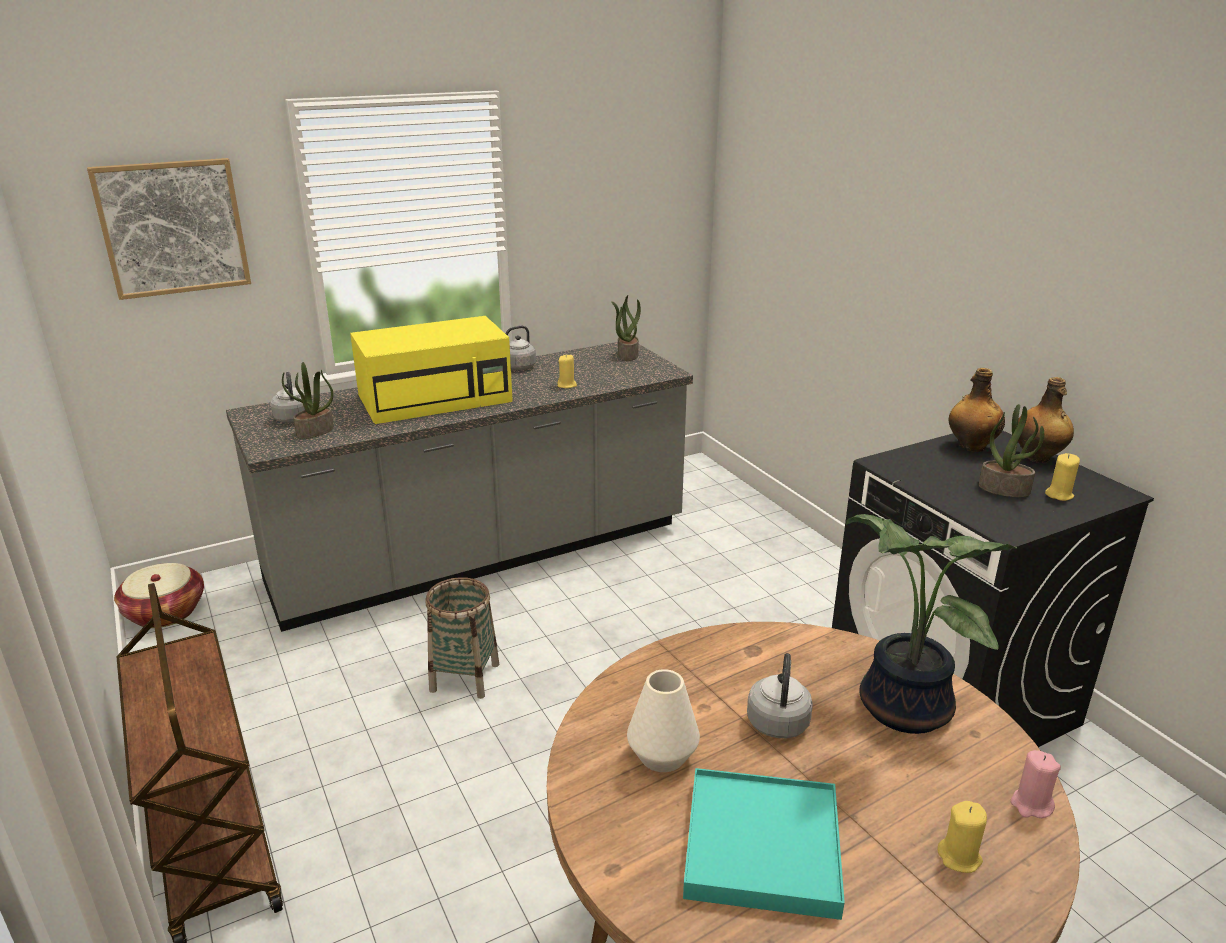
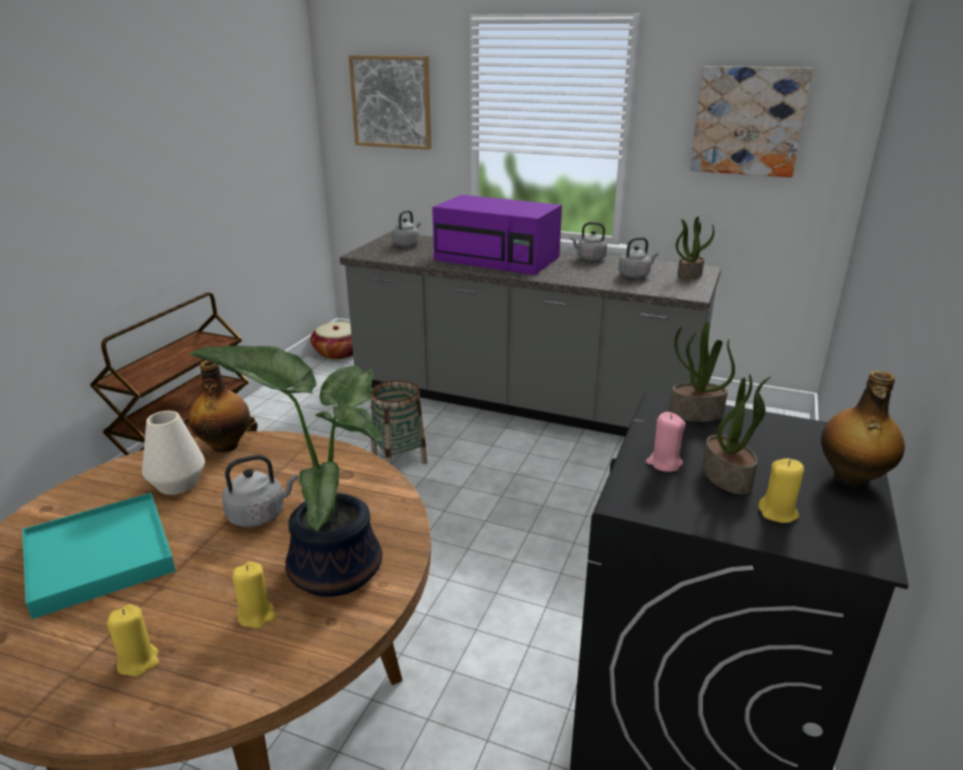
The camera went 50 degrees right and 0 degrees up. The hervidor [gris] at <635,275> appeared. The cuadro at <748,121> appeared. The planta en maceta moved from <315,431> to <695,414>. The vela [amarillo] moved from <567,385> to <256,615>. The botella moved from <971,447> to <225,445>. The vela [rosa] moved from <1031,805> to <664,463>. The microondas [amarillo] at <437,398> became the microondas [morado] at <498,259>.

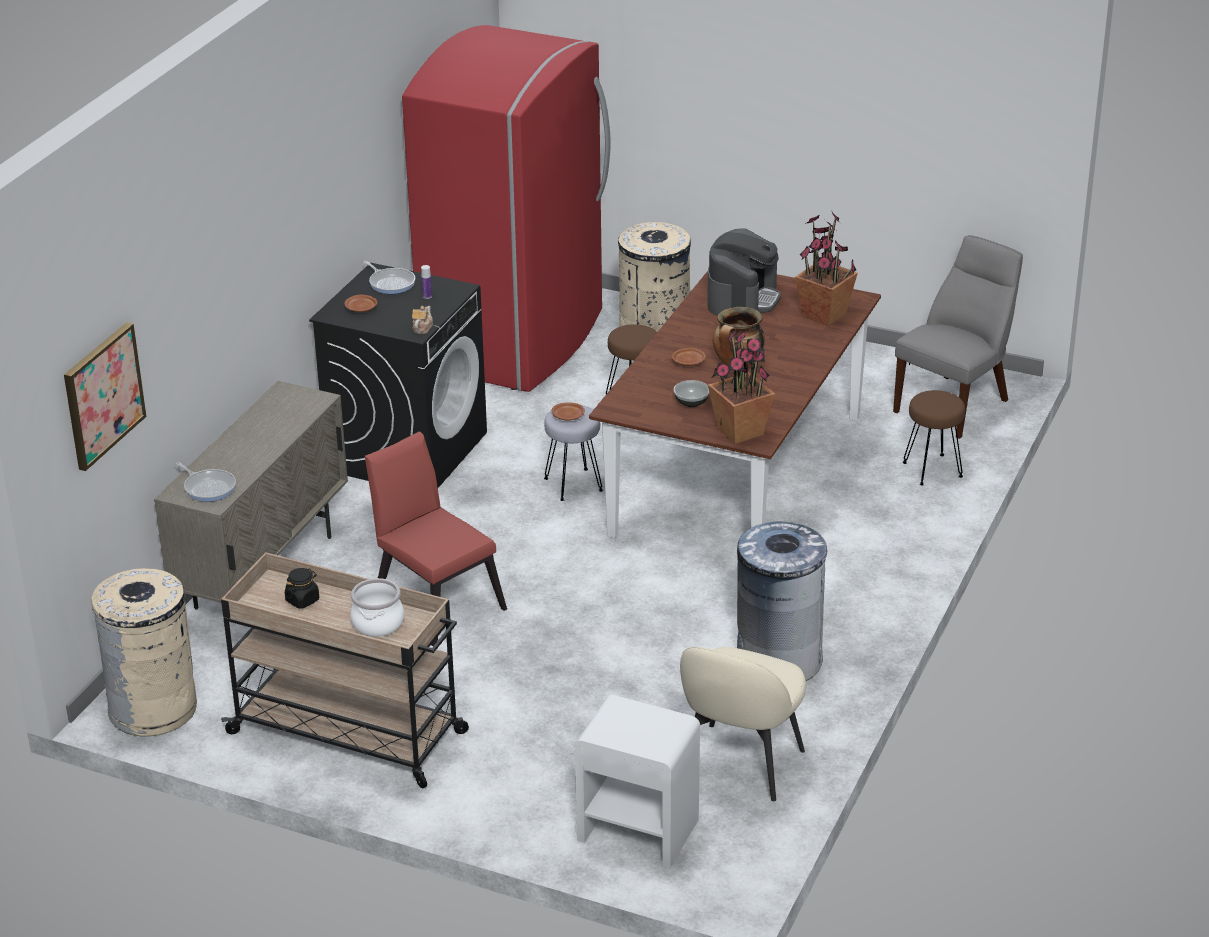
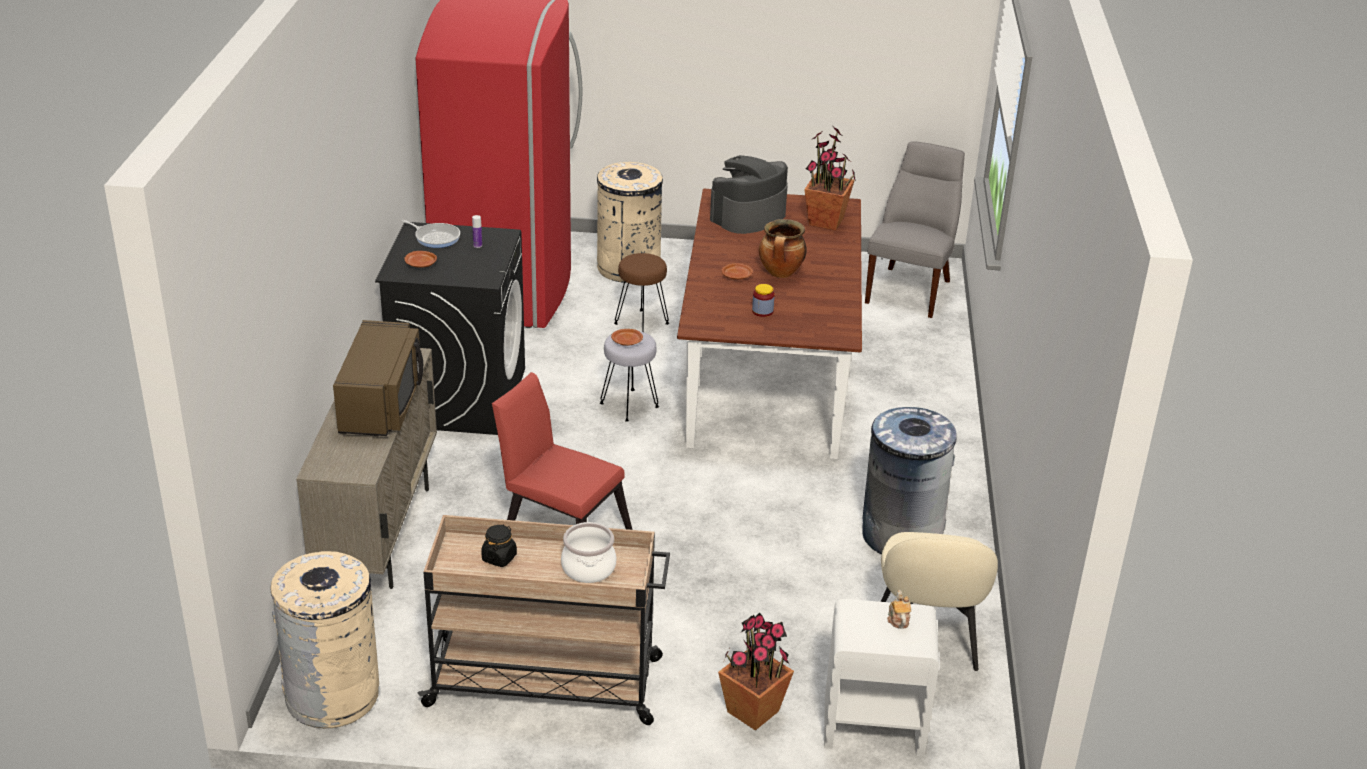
The camera went 20 degrees left and 0 degrees up. The cuadro at <102,395> disappeared. The sartén at <208,487> disappeared. The taburete [marrón] at <932,470> disappeared. The microondas [marrón] at <382,404> appeared. The tetera moved from <422,328> to <898,619>. The planta en maceta moved from <740,431> to <753,711>. The cuenco at <691,402> was replaced by the tarro at <762,311>. The cafetera at <743,299> turned 135 degrees counterclockwise.

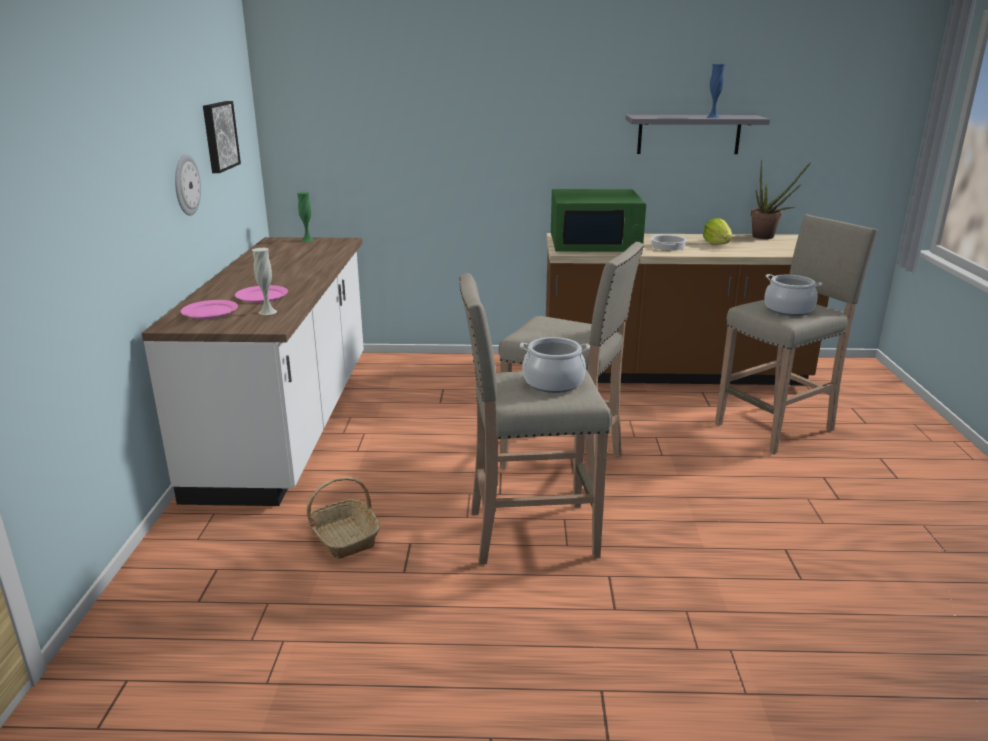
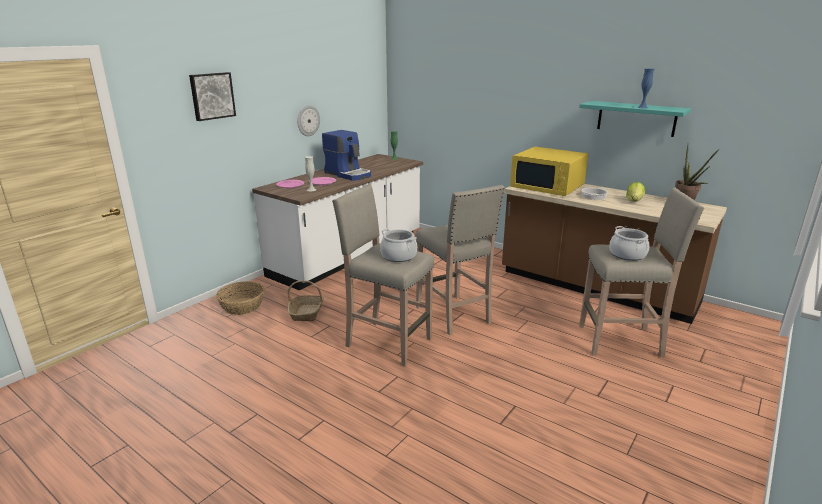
The camera went 35 degrees right and 0 degrees up. The cesta at <243,306> appeared. The cafetera at <348,174> appeared. The cuadro moved from <218,136> to <212,96>. The microondas [verde] at <595,244> became the microondas [amarillo] at <548,186>. The estante [gris] at <688,134> became the estante [turquesa] at <636,118>.

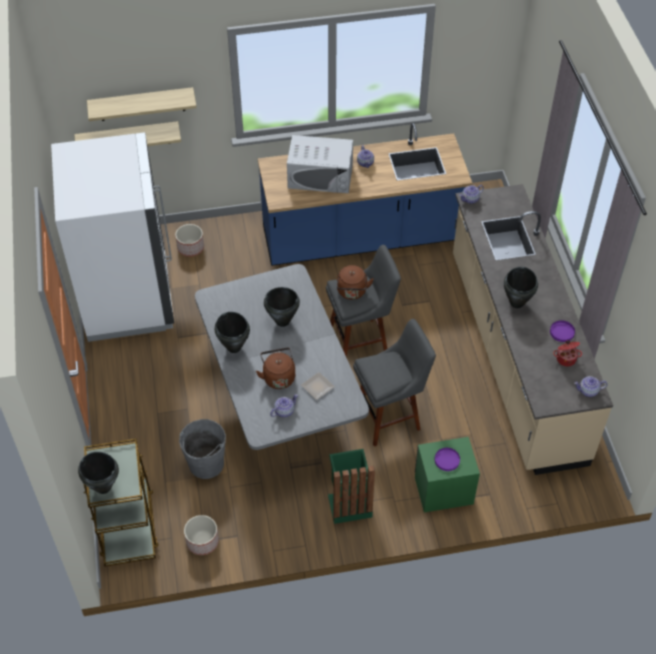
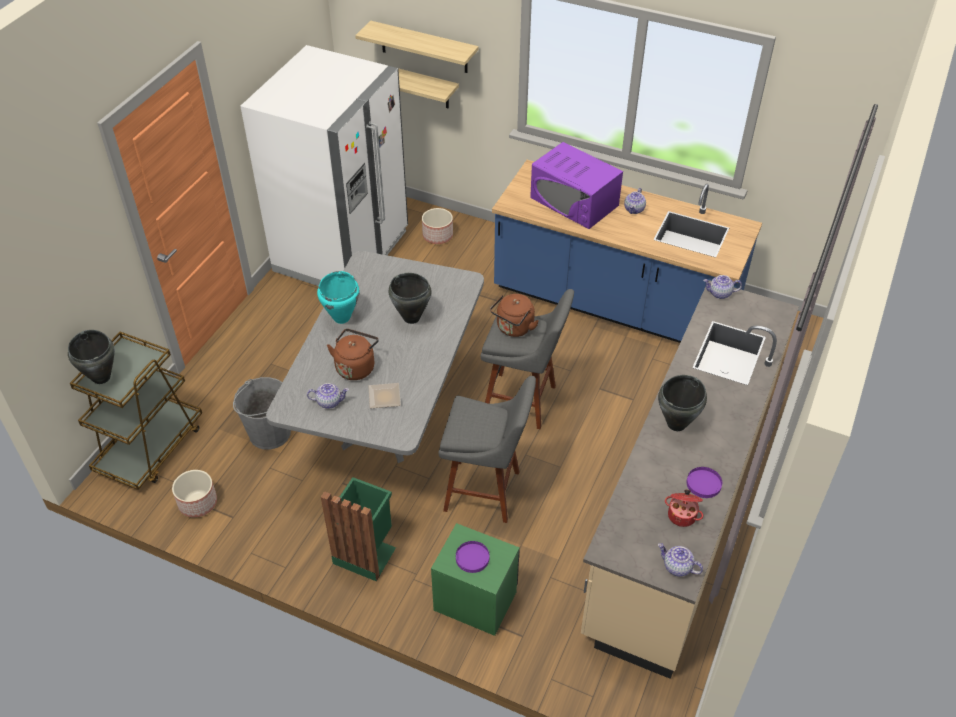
The camera went 35 degrees right and 5 degrees down. The olla [negro] at <234,347> became the olla [turquesa] at <342,317>. The microondas [blanco] at <320,176> became the microondas [morado] at <574,201>.

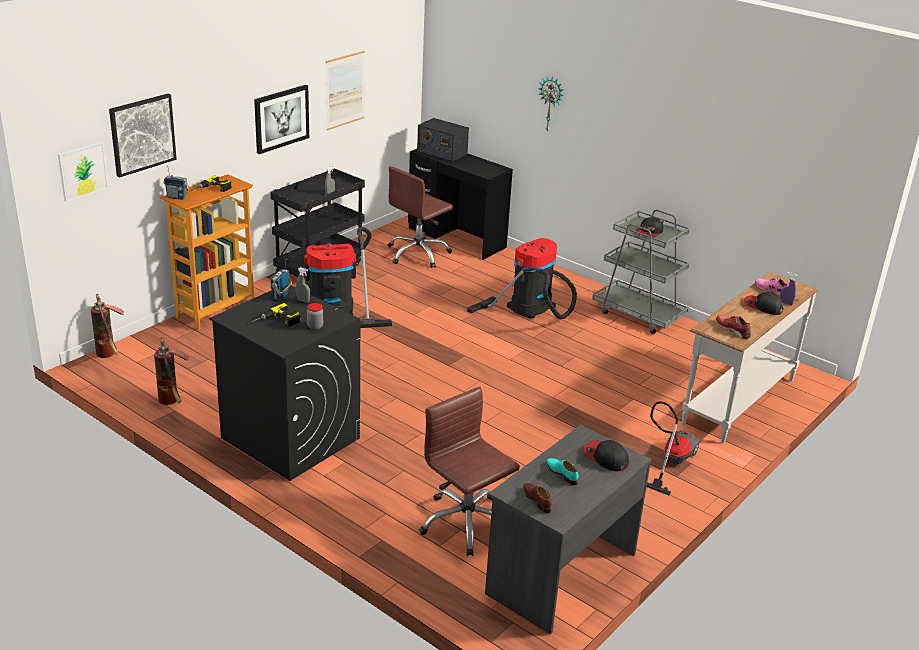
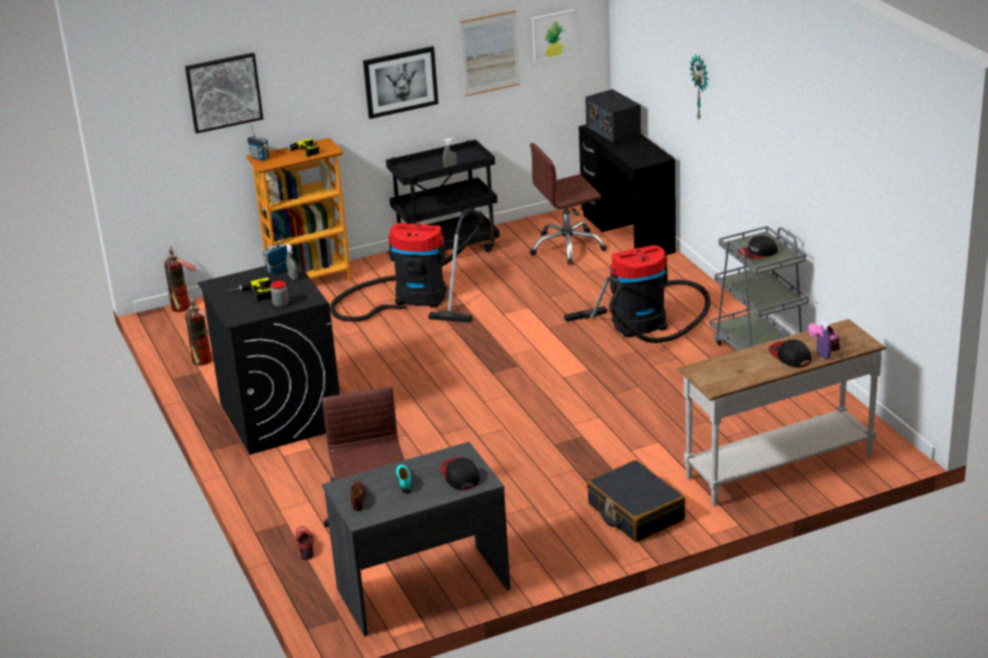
The camera went 30 degrees right and 0 degrees up. The cuadro moved from <82,171> to <553,35>. The zapato [rojo] moved from <733,329> to <305,546>. The aspiradora at <670,462> was replaced by the maleta [negro] at <635,512>.

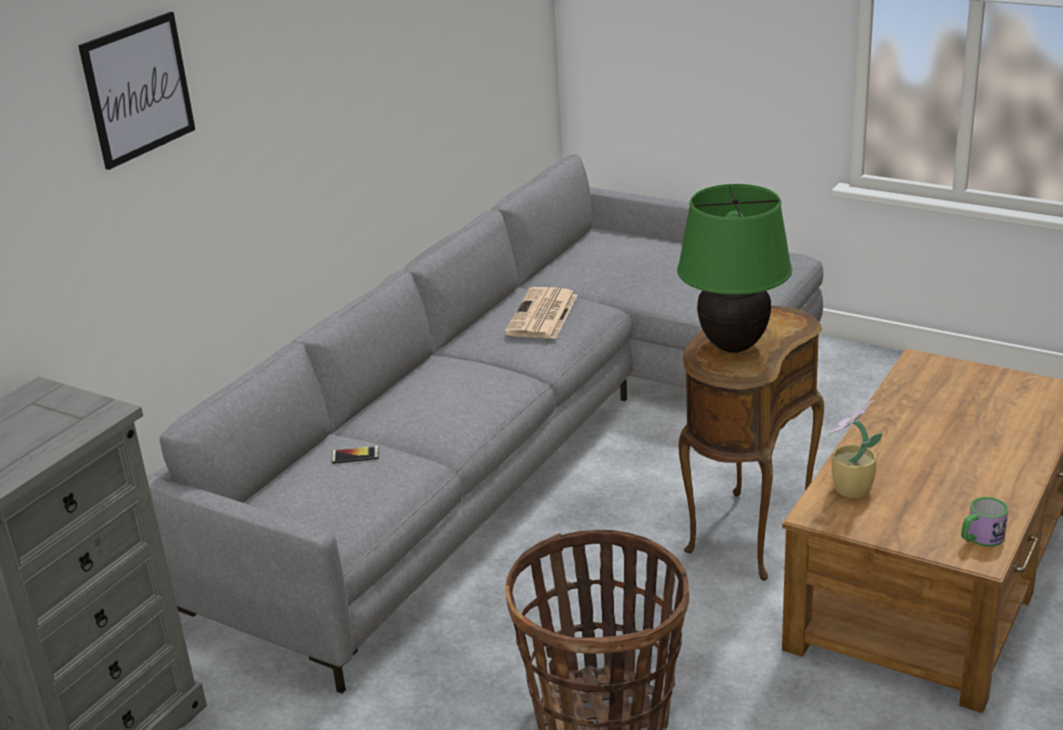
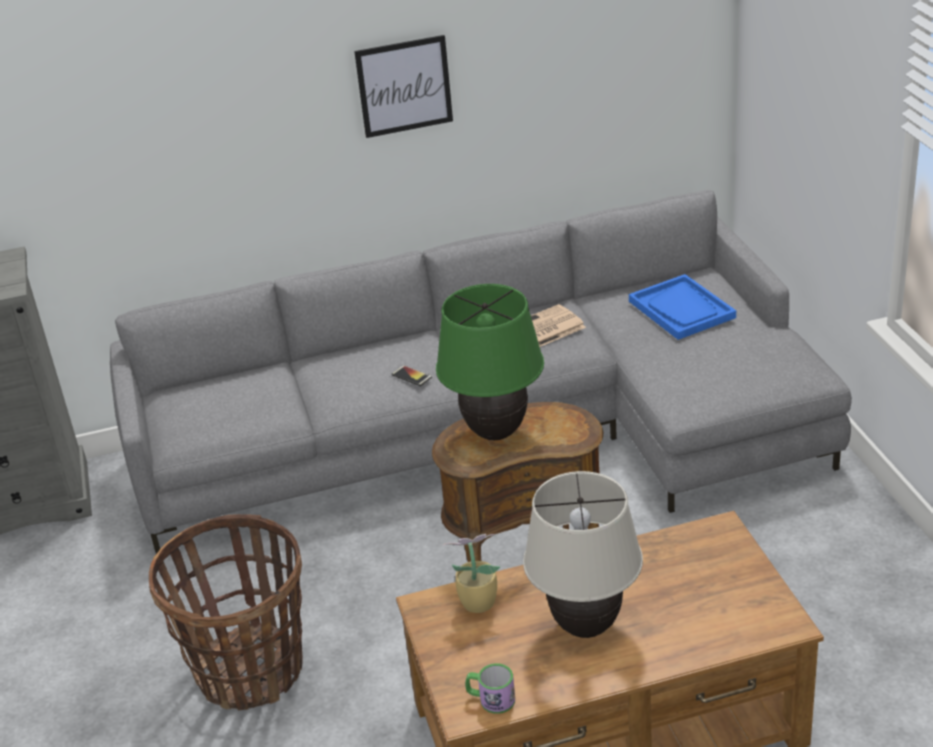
The camera went 45 degrees right and 5 degrees up. The lámpara de mesa [beis] at <586,626> appeared. The bandeja [azul] at <682,309> appeared. The cuadro moved from <138,89> to <404,86>. The móvil moved from <355,455> to <411,376>.

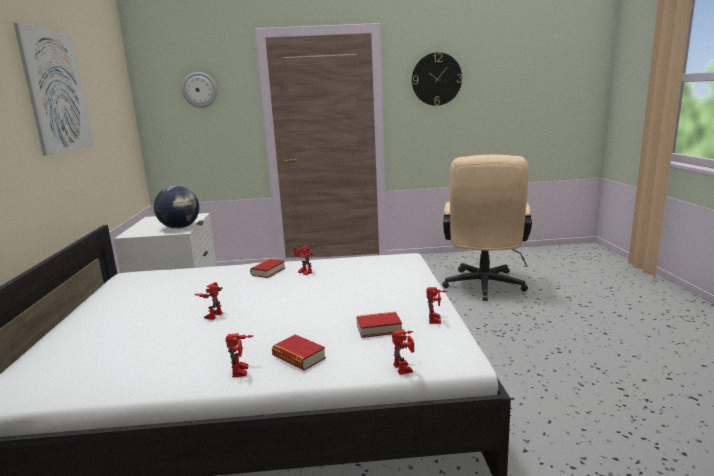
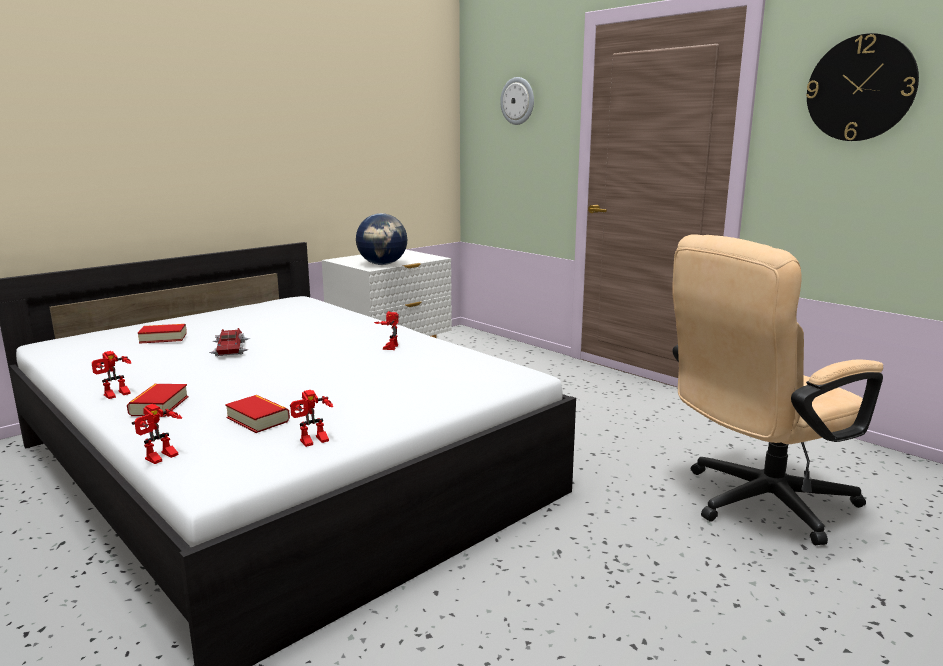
The camera went 50 degrees right and 0 degrees up. The cuadro at <56,91> disappeared. The libro moved from <268,271> to <163,338>. The robot de juguete at <212,315> was replaced by the coche de juguete at <230,349>.

